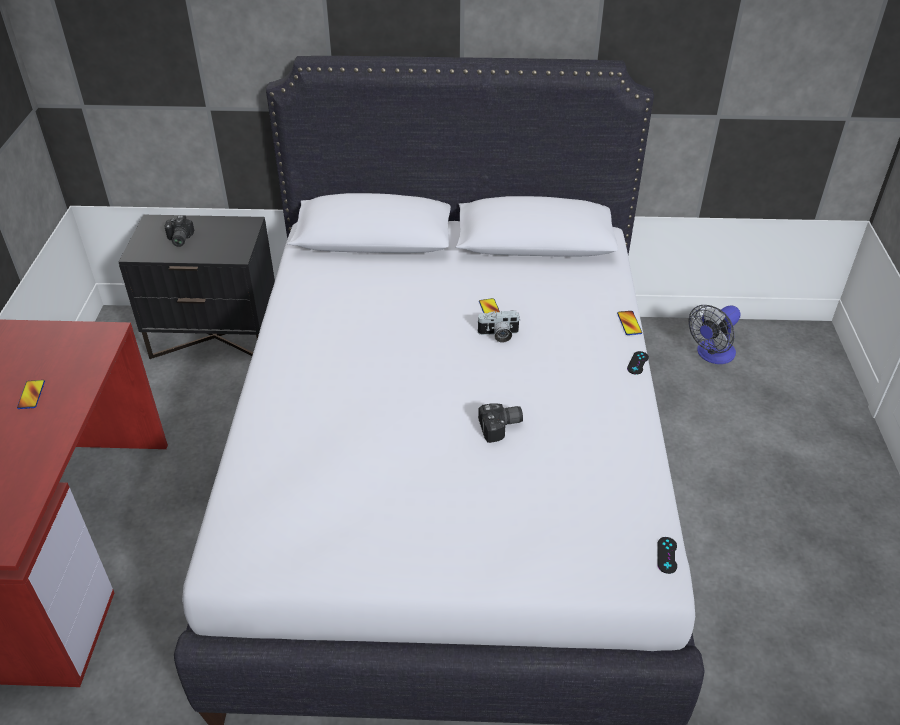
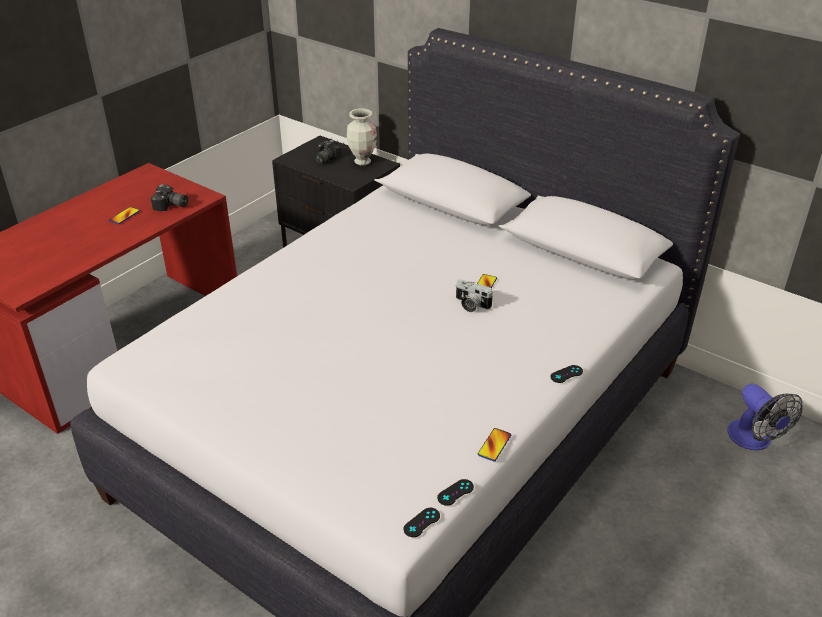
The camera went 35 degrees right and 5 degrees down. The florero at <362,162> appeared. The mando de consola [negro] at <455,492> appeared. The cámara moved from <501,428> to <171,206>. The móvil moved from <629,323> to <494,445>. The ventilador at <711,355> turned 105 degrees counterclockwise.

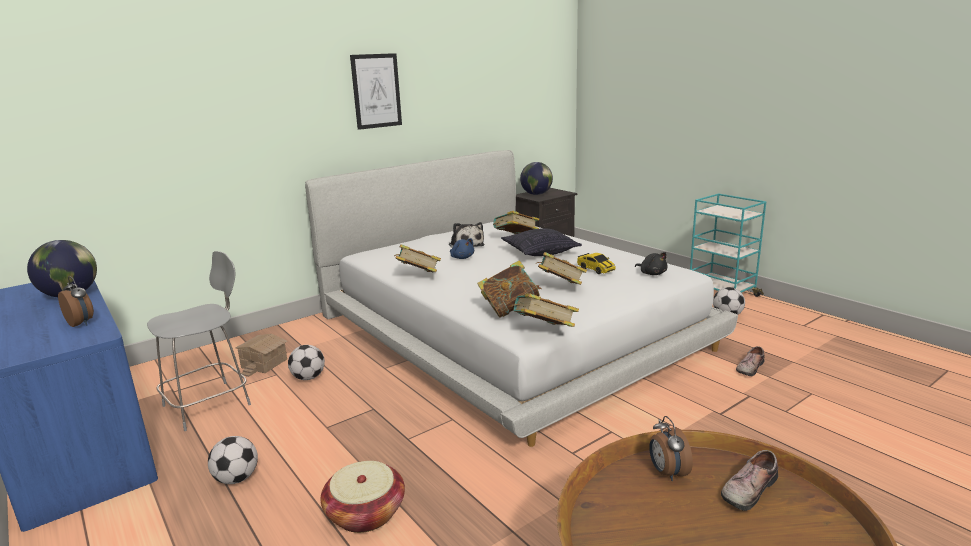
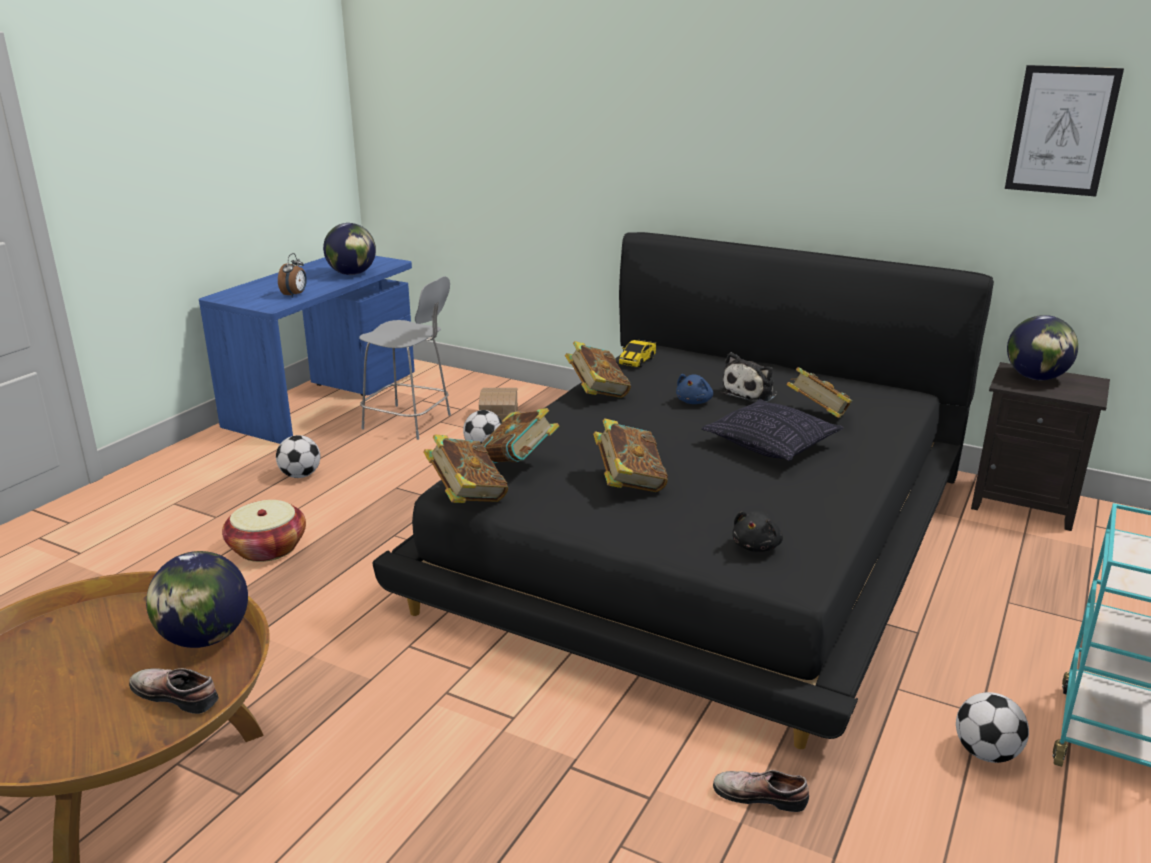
The camera went 65 degrees right and 5 degrees up. The cuadro moved from <376,91> to <1061,131>. The coche de juguete moved from <595,269> to <637,361>. The despertador at <667,473> was replaced by the globo terráqueo at <205,638>. The cama [blanco] at <509,329> became the cama [negro] at <703,534>.

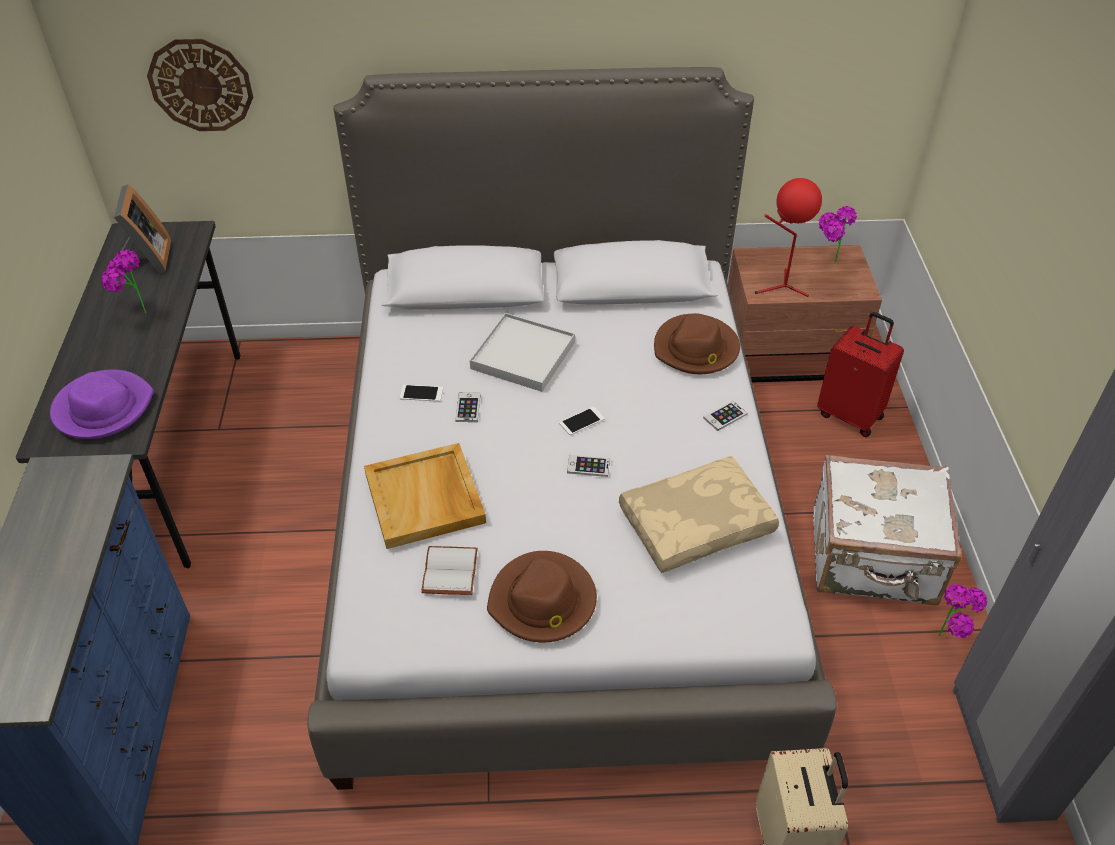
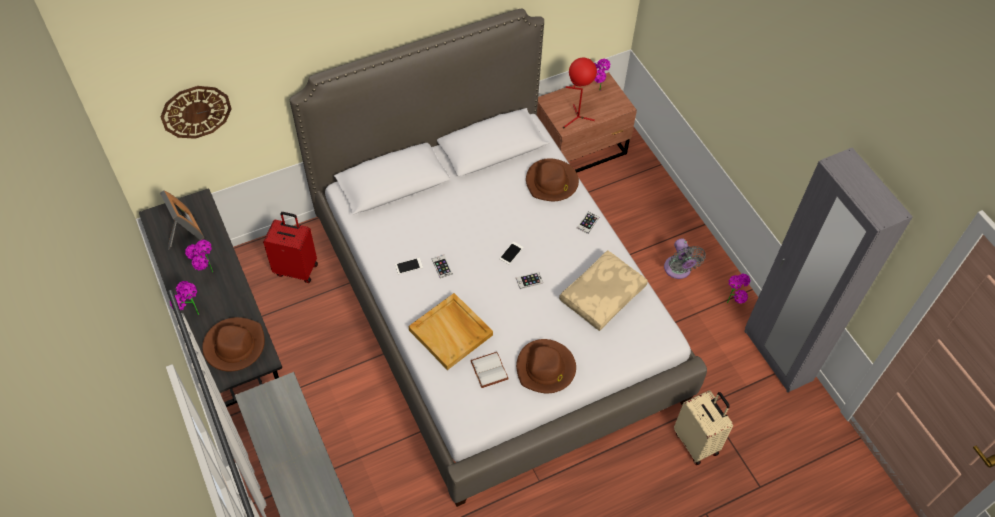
The camera went 25 degrees left and 10 degrees up. The bandeja [blanco] at <522,355> disappeared. The planta en maceta at <192,314> appeared. The maleta [rojo] moved from <850,415> to <297,269>. The maleta [blanco] at <873,560> was replaced by the ventilador [gris] at <678,270>. The sombrero [morado] at <103,408> became the sombrero [marrón] at <234,346>.

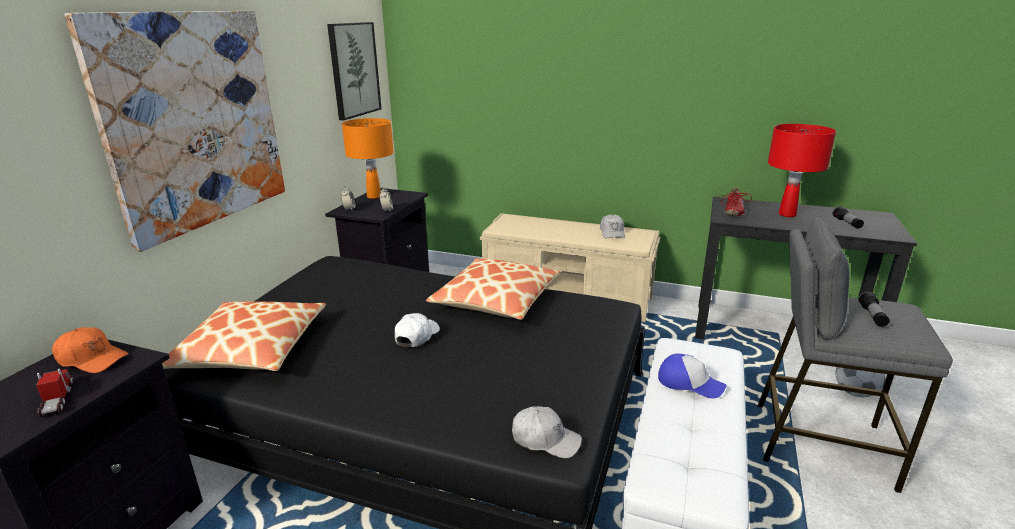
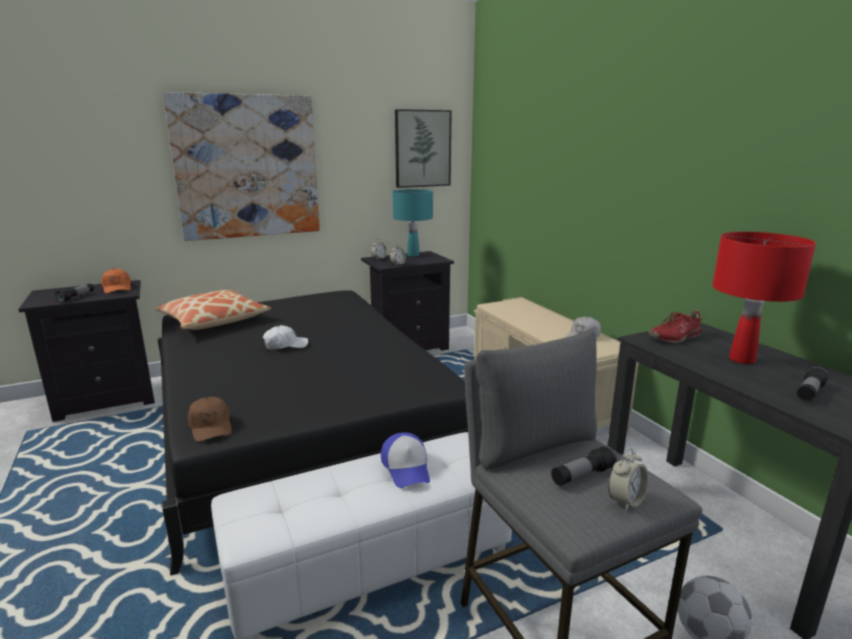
The camera went 45 degrees right and 5 degrees down. The cojín at <496,300> disappeared. The despertador at <625,501> appeared. The camión de juguete at <57,399> was replaced by the linterna at <77,297>. The lámpara de mesa [naranja] at <374,196> became the lámpara de mesa [turquesa] at <413,255>. The gorra [blanco] at <545,440> became the gorra [marrón] at <211,426>.

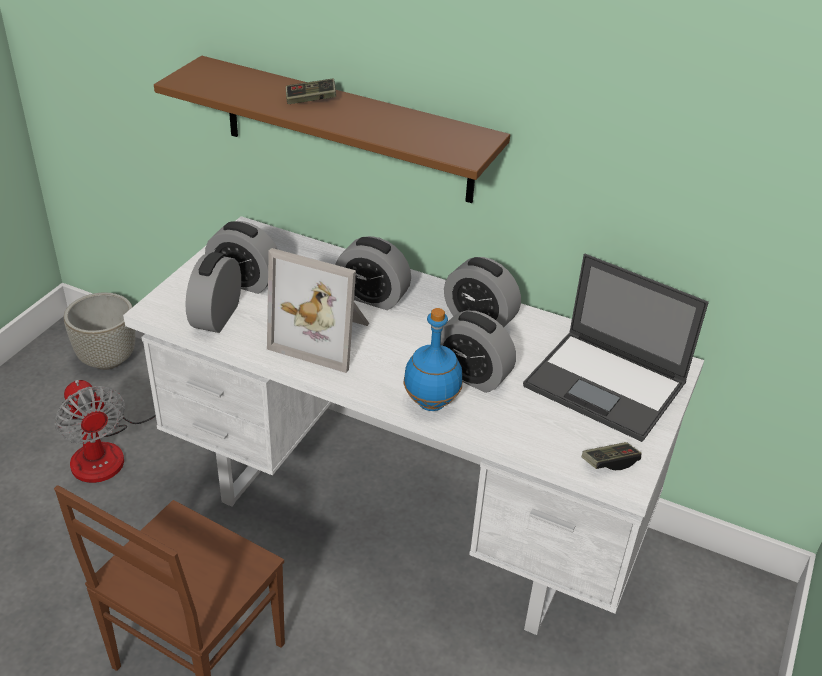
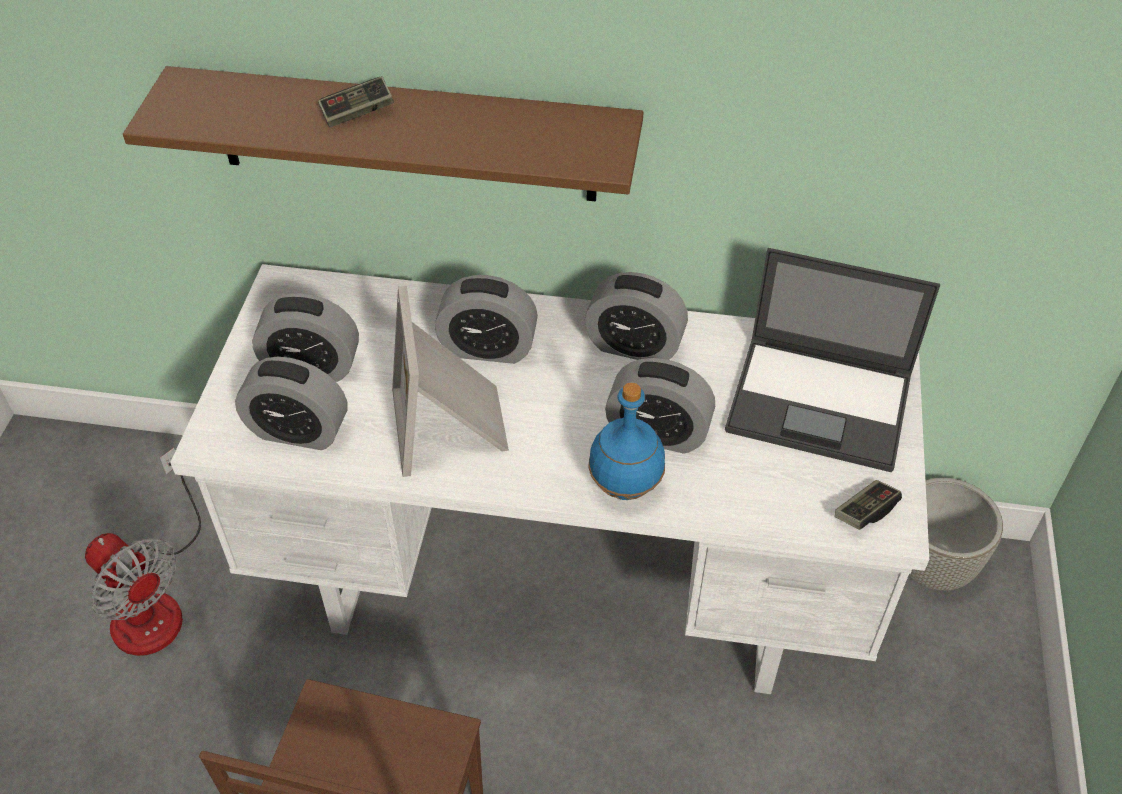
The camera went 15 degrees left and 10 degrees up. The maceta [gris] moved from <108,359> to <932,567>. The despertador at <216,316> turned 75 degrees counterclockwise. The portarretratos at <324,336> turned 75 degrees clockwise.

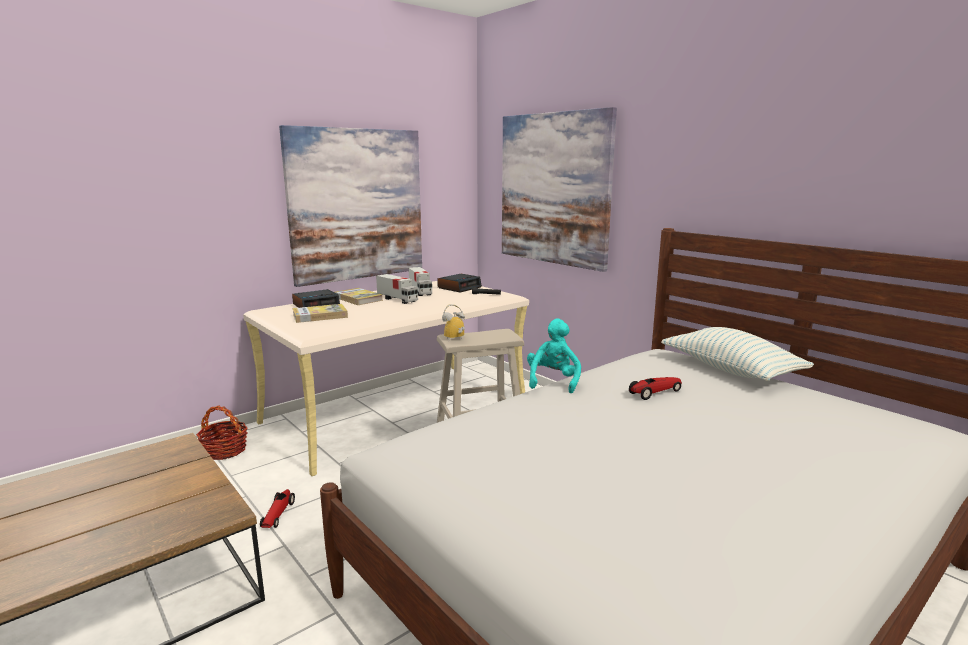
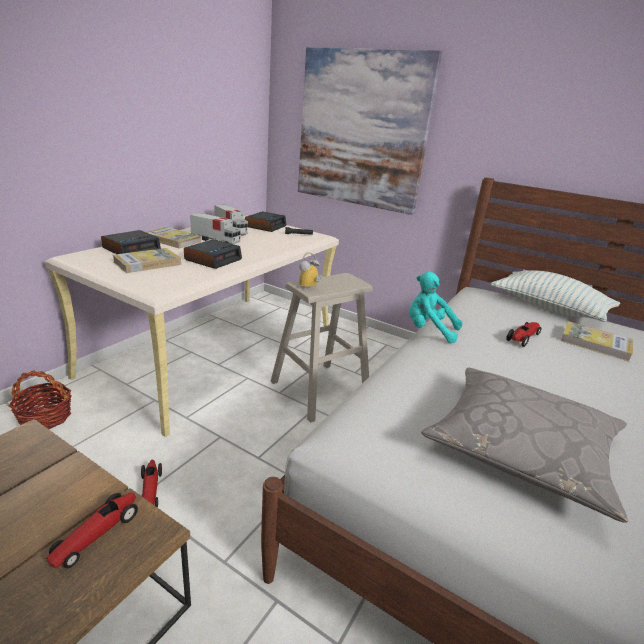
The camera went 20 degrees left and 10 degrees up. The cuadro at <357,205> disappeared. The coche de juguete at <97,534> appeared. The despertador at <213,259> appeared. The cojín [gris] at <521,447> appeared. The libro at <595,343> appeared. The peluche [turquesa] at <553,381> turned 60 degrees counterclockwise.

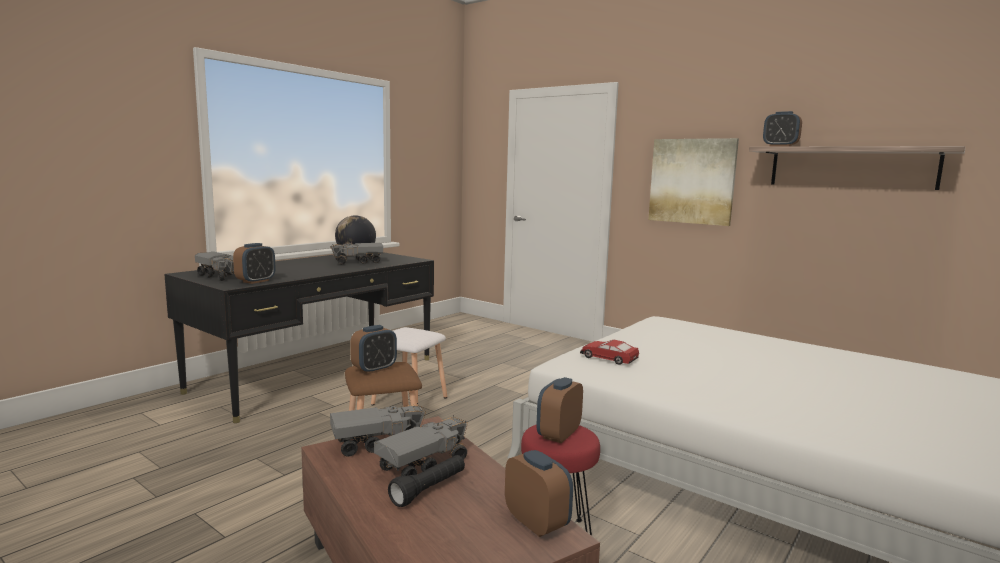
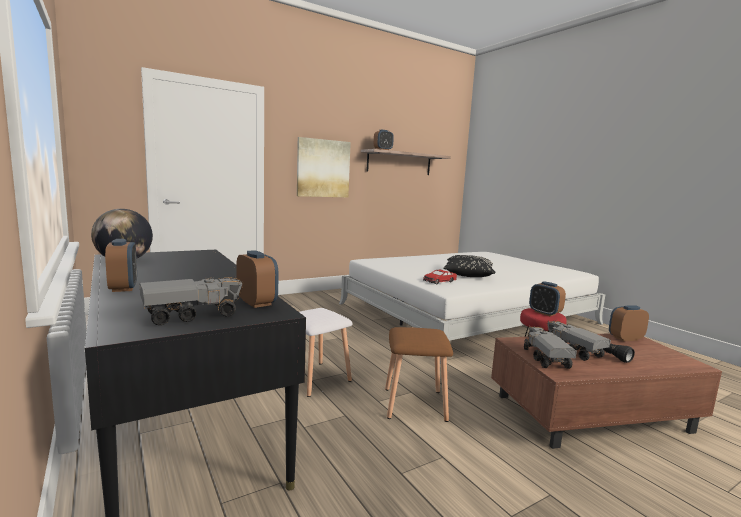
The camera went 70 degrees left and 0 degrees up. The camión de juguete at <358,262> disappeared. The cojín [negro] at <468,274> appeared. The despertador moved from <374,369> to <123,288>.

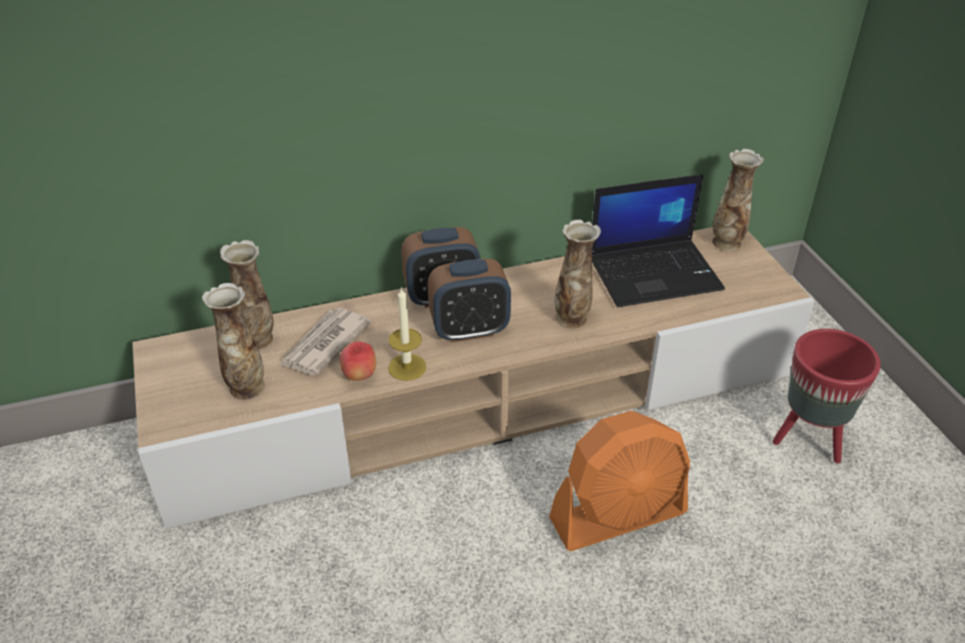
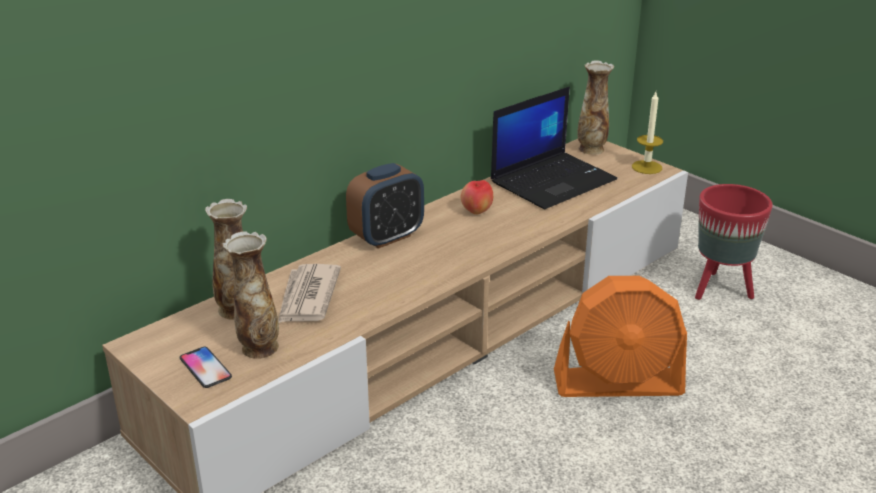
The camera went 25 degrees left and 10 degrees down. The despertador at <469,330> disappeared. The florero at <572,318> disappeared. The móvil at <205,368> appeared. The manzana moved from <359,376> to <476,212>. The vela moved from <407,367> to <646,167>. The ventilador [naranja] at <619,516> turned 45 degrees clockwise.

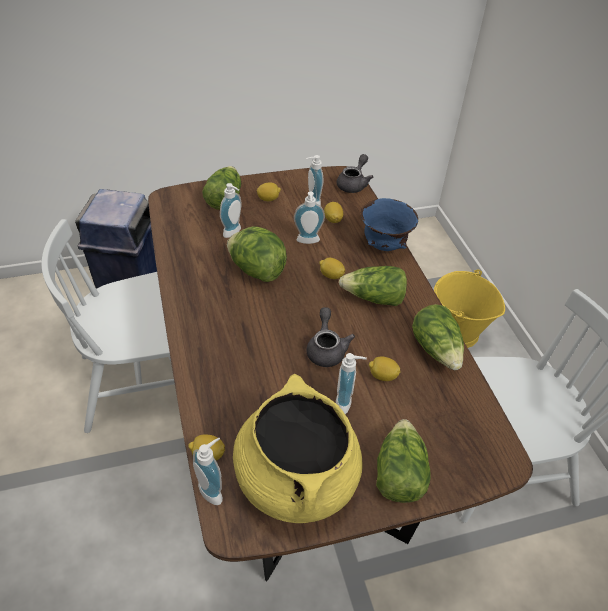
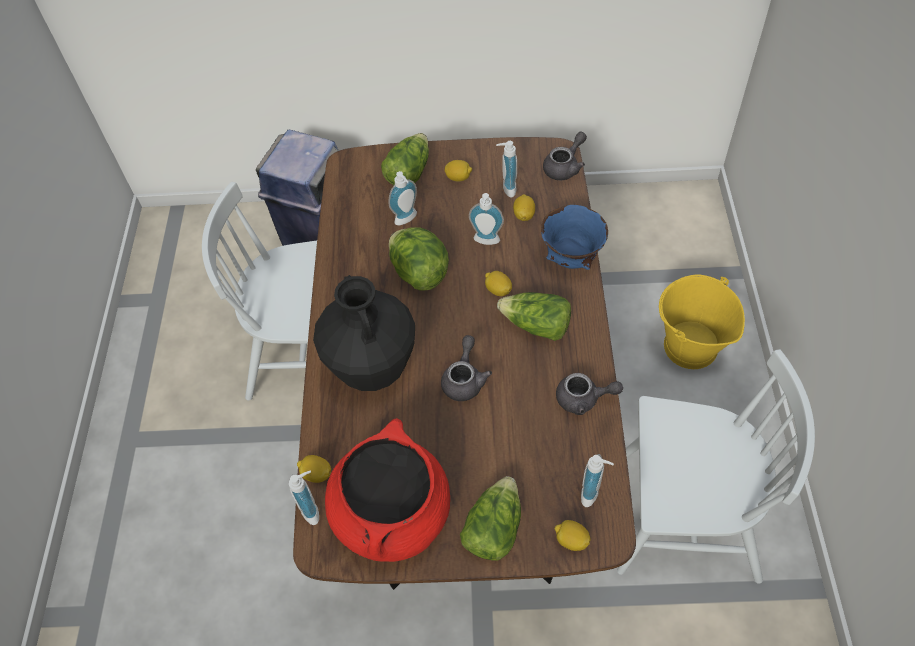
The camera went 20 degrees right and 10 degrees up. The florero [negro] at <373,368> appeared. The dispensador de jabón moved from <347,403> to <593,494>. The limón moved from <382,376> to <571,540>. The lechuga at <437,349> was replaced by the tetera [gris] at <583,399>. The olla [amarillo] at <296,478> became the olla [rojo] at <392,513>.

